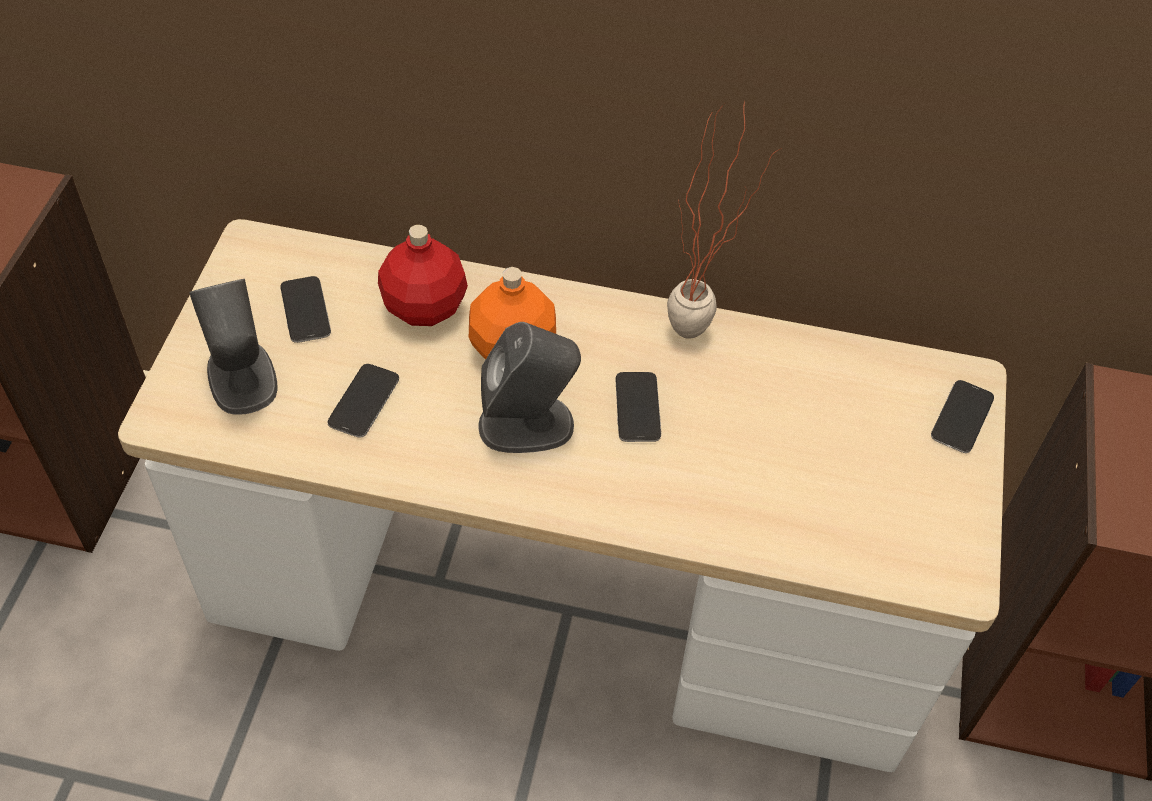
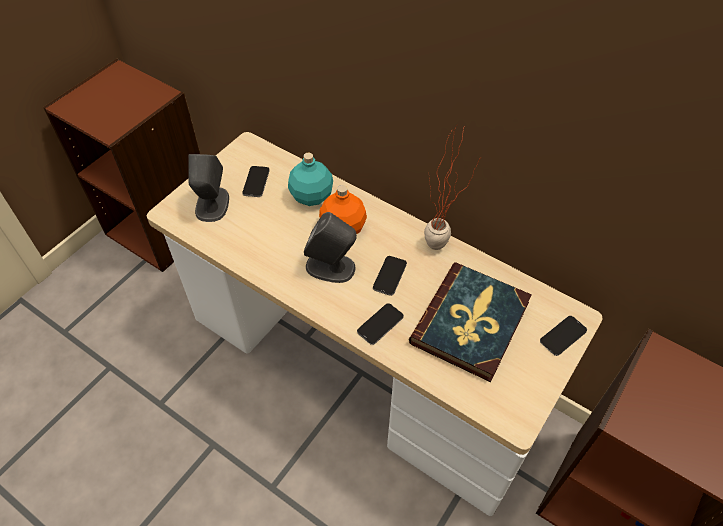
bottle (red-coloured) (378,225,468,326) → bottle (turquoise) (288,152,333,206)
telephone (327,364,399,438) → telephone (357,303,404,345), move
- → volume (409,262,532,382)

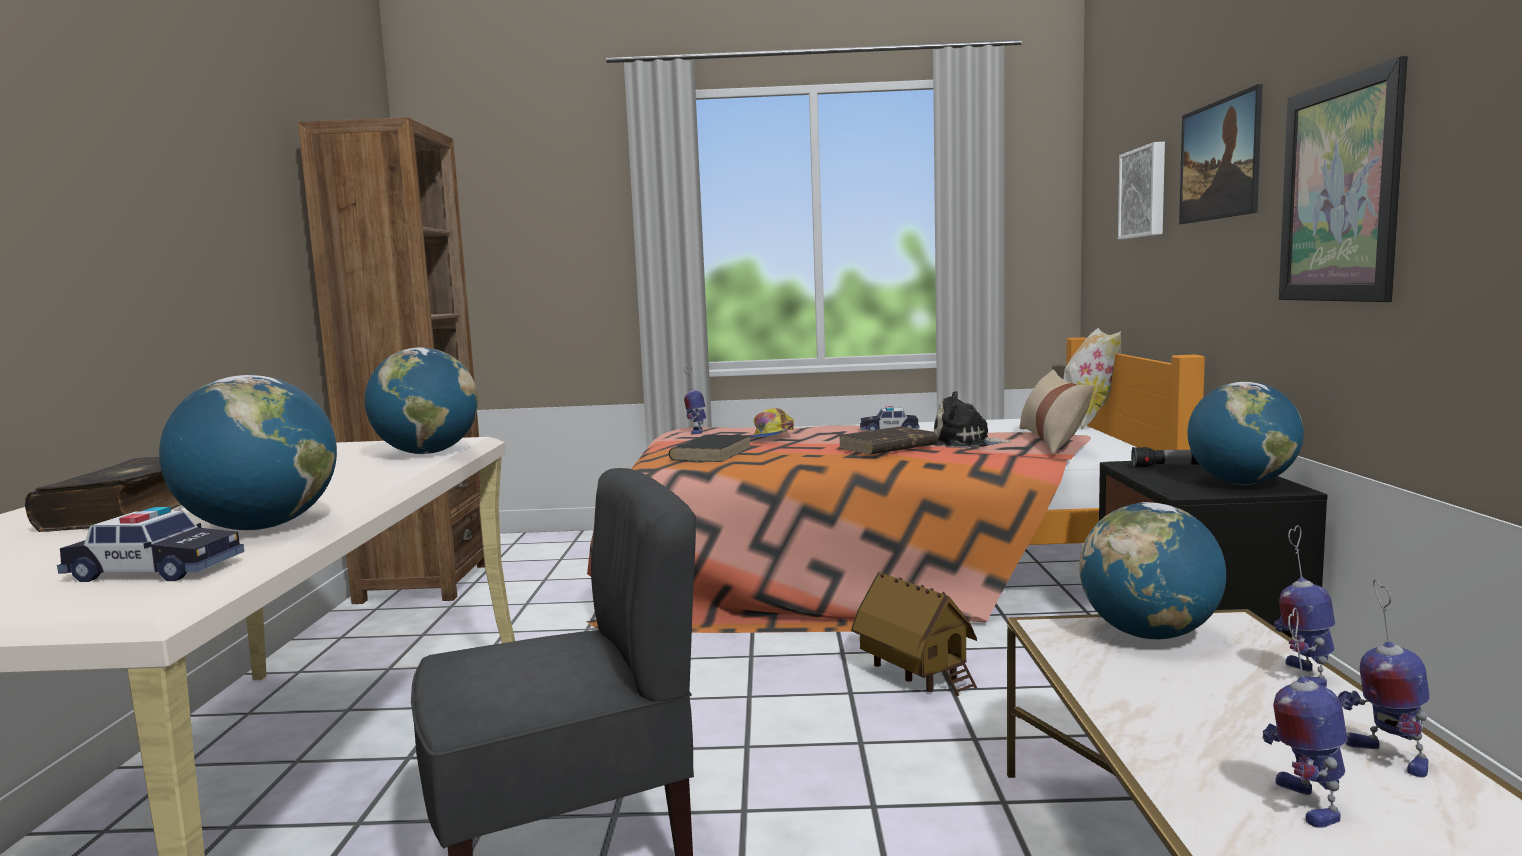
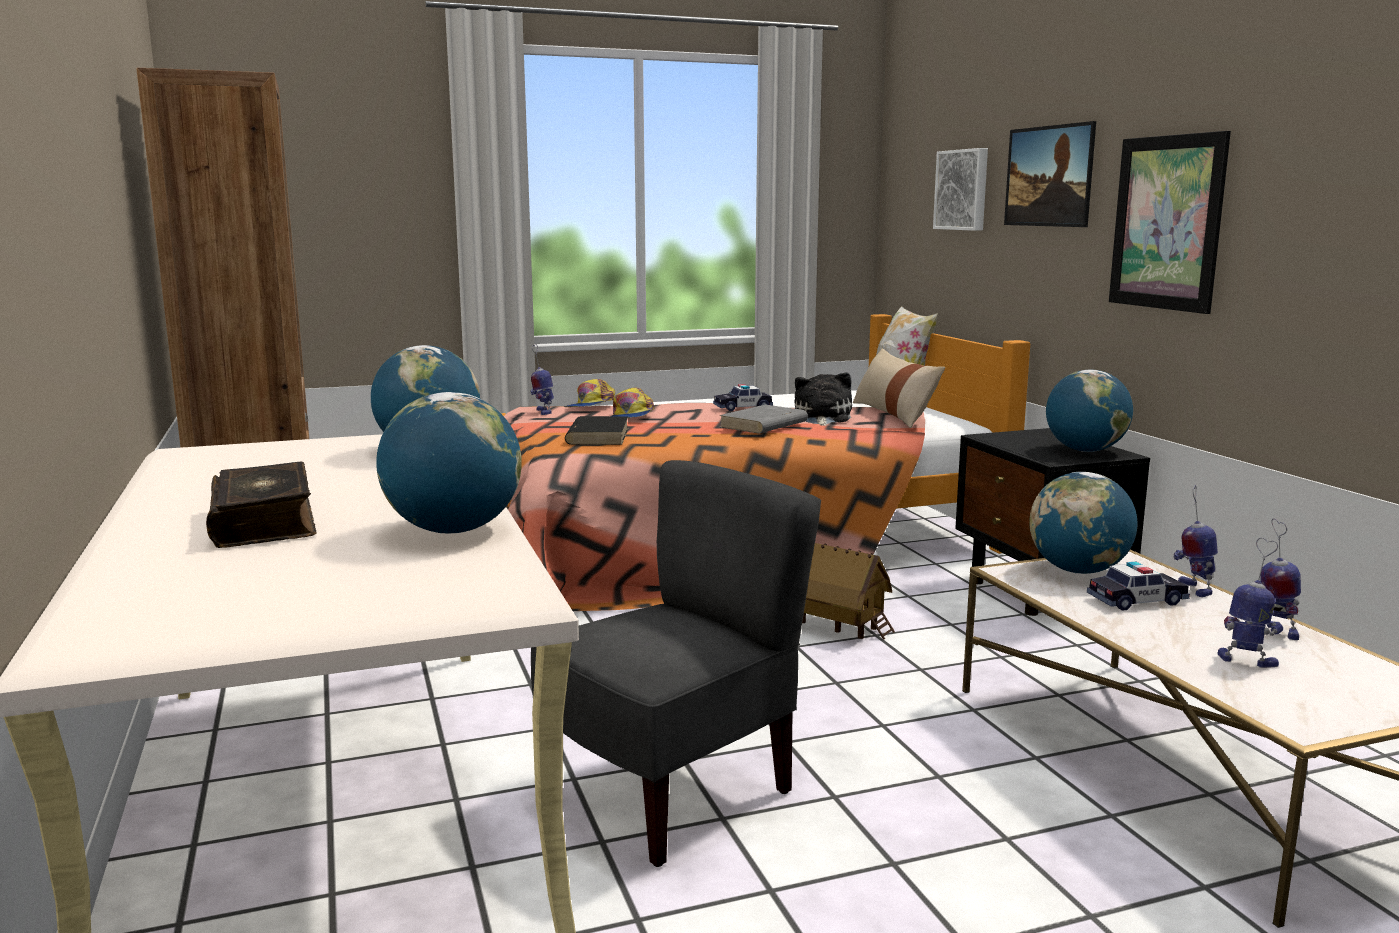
plush toy (934,391,1011,447) → plush toy (794,372,852,426), 105 degrees clockwise
volume (brown) (838,426,938,455) → volume (greyish) (720,405,808,433)
torch (1131,447,1200,468) → -
model car (57,507,244,582) → model car (1087,562,1190,611), move
model robot (1263,608,1347,828) → model robot (1218,537,1283,668), 135 degrees clockwise
- → peaked cap (564,379,615,407)

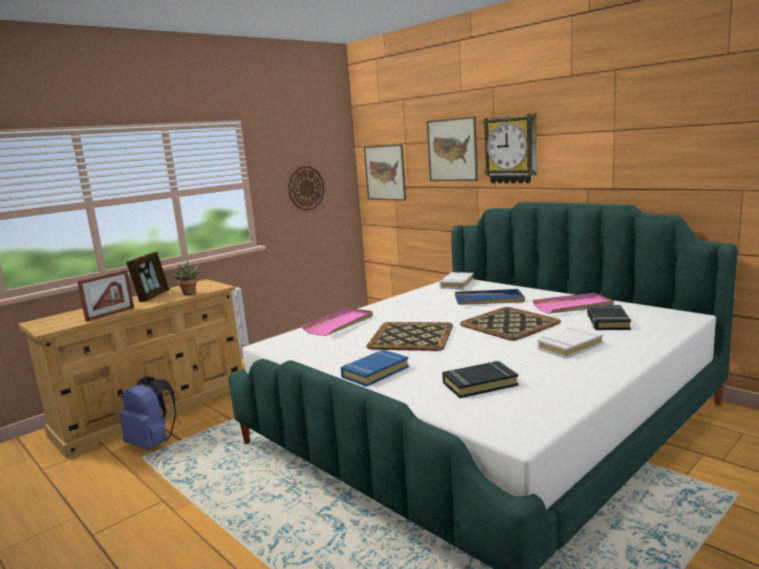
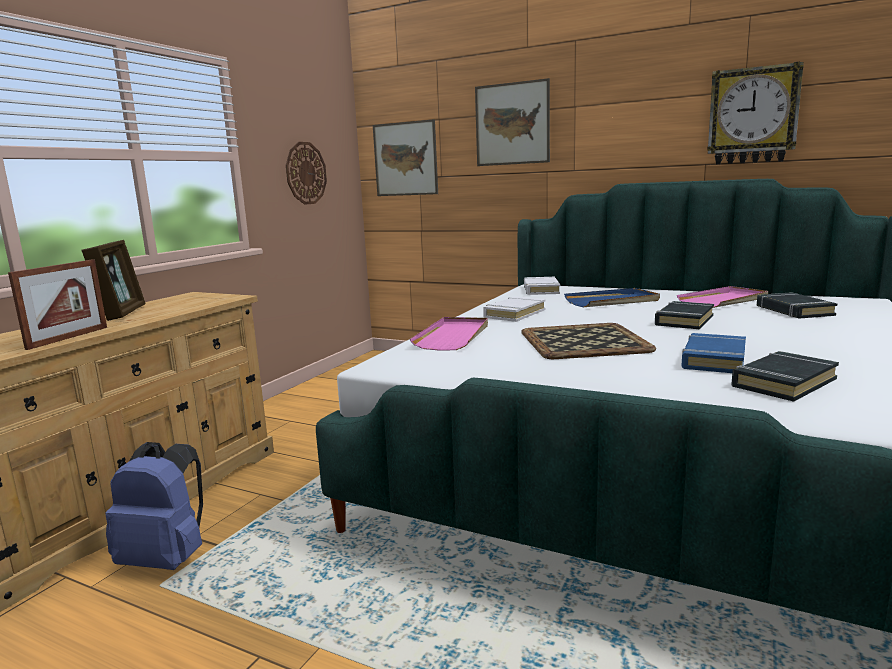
hanging clock (482,113,537,183) → hanging clock (707,62,804,164), move
plant in a pot (174,261,200,295) → -
carrying tray (460,307,561,341) → volume (black) (655,301,714,329)
volume (white-coloured) (538,326,604,359) → volume (white-coloured) (483,297,546,322), move
volume (bluish) (340,350,409,387) → volume (bluish) (682,333,746,373), move

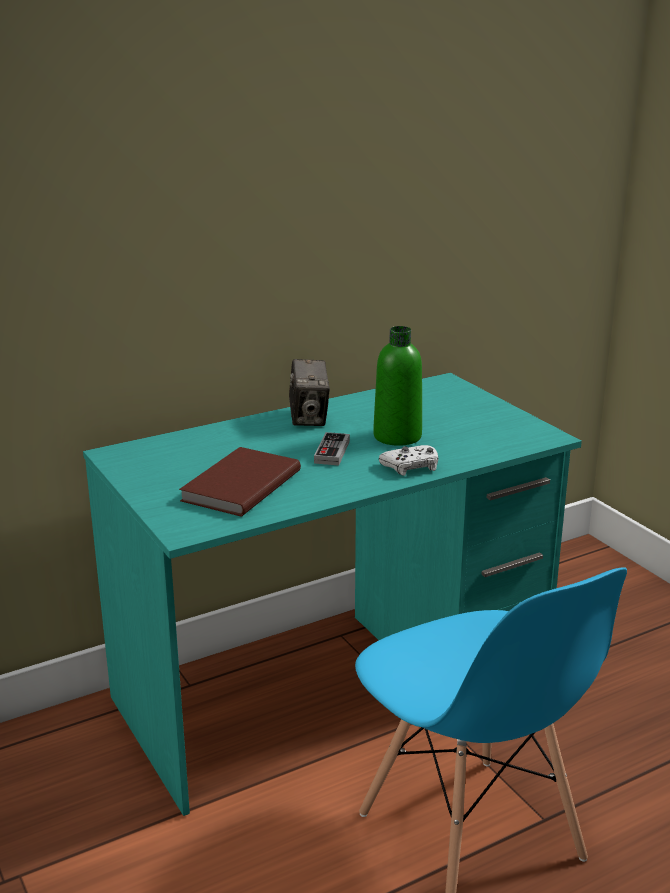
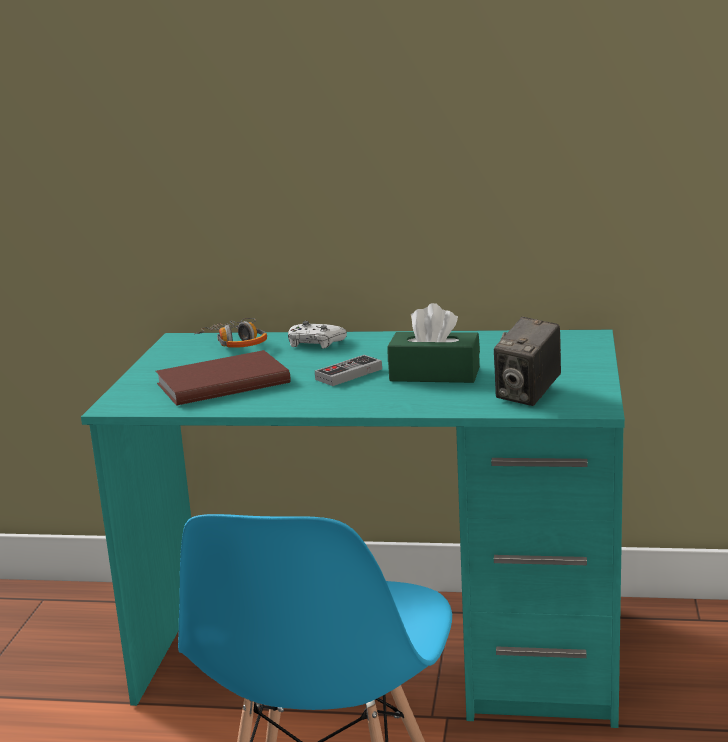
bottle (green-coloured) (373,326,422,446) → tissue holder (green-coloured) (387,303,480,383)
photo camera (289,359,330,426) → photo camera (494,317,561,406), move
joypad (white-coloured) (379,445,438,476) → joypad (white-coloured) (288,321,347,349), move
- → headphones (194,318,267,348)

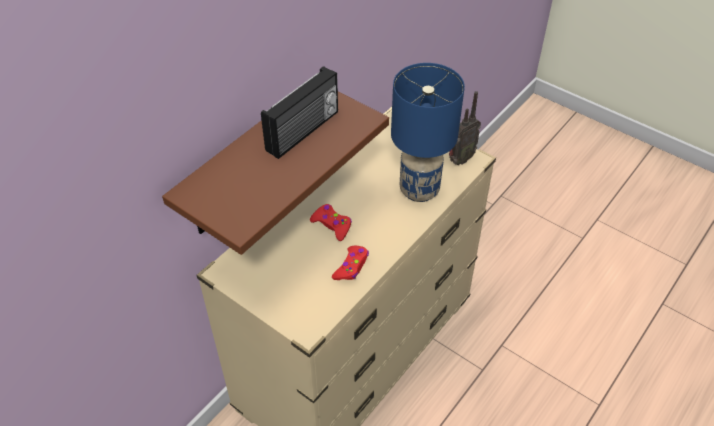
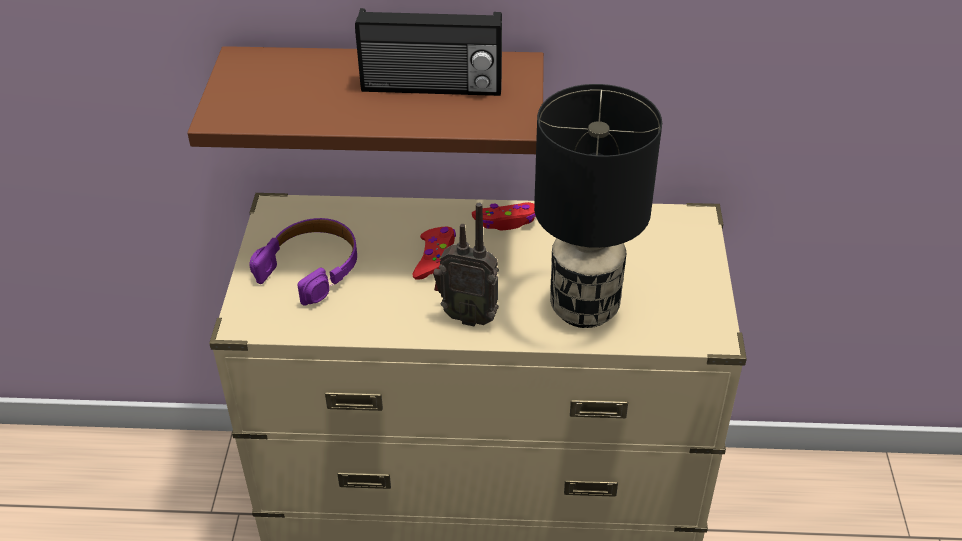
lamp for a table (bluish) (391,63,465,202) → lamp for a table (black) (534,84,662,328)
radio set (449,91,481,165) → radio set (433,203,499,327), move
joypad (red-coloured) (332,245,369,280) → joypad (red-coloured) (472,202,536,230), move
- → headphones (purplish) (250,218,357,306)

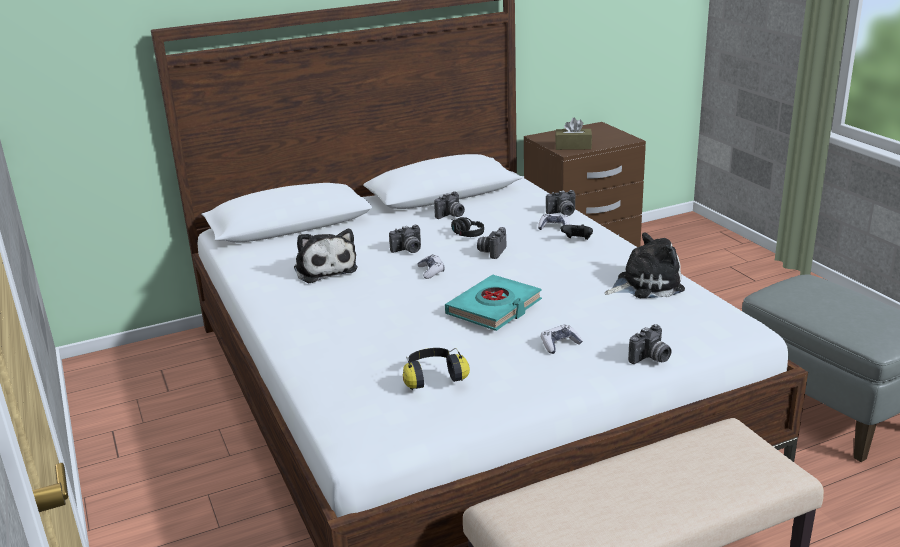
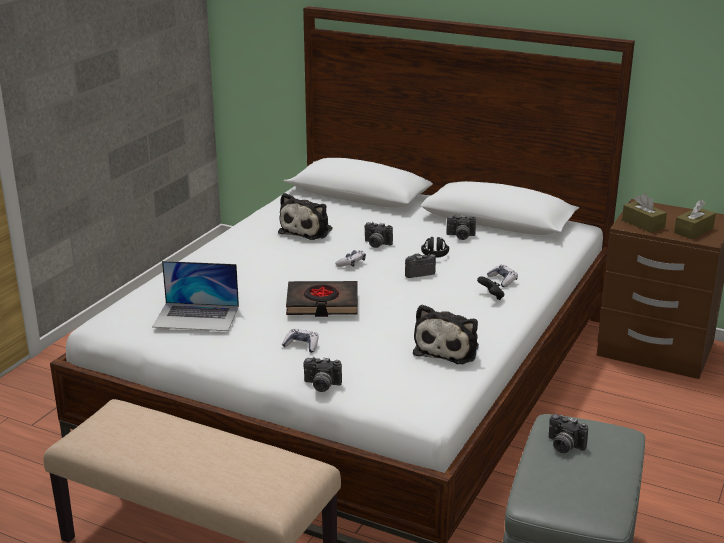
photo camera (546,190,576,216) → photo camera (548,414,588,453), move
plush toy (605,232,685,298) → plush toy (413,304,479,364), 75 degrees clockwise
volume (turquoise) (445,274,542,331) → volume (black) (286,281,358,317)
headphones (403,348,470,390) → laptop (152,261,239,331)
- → tissue holder (brown) (674,200,716,239)

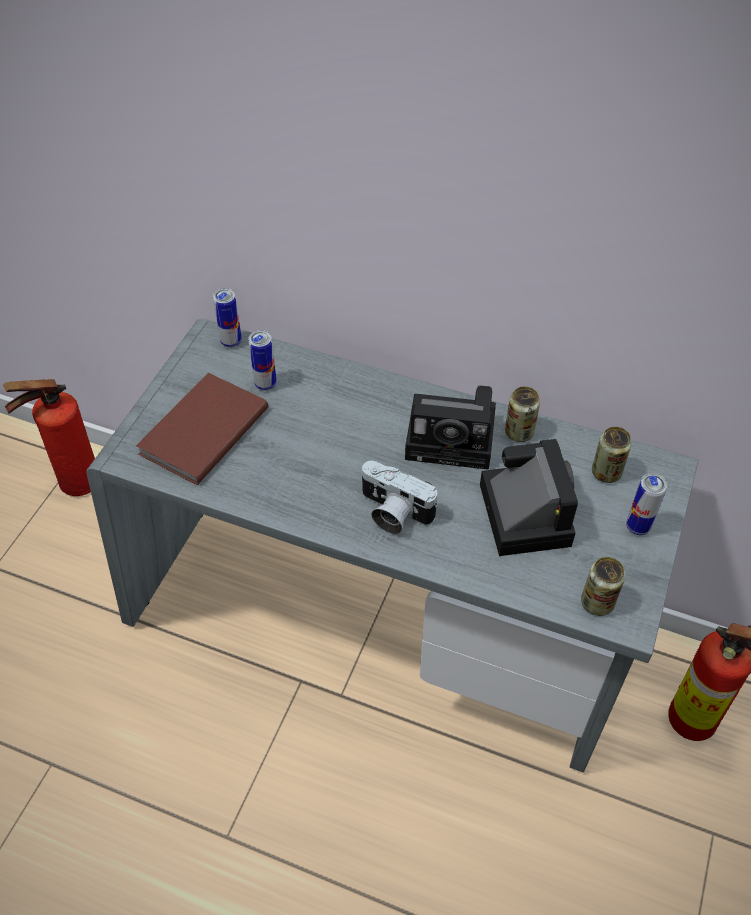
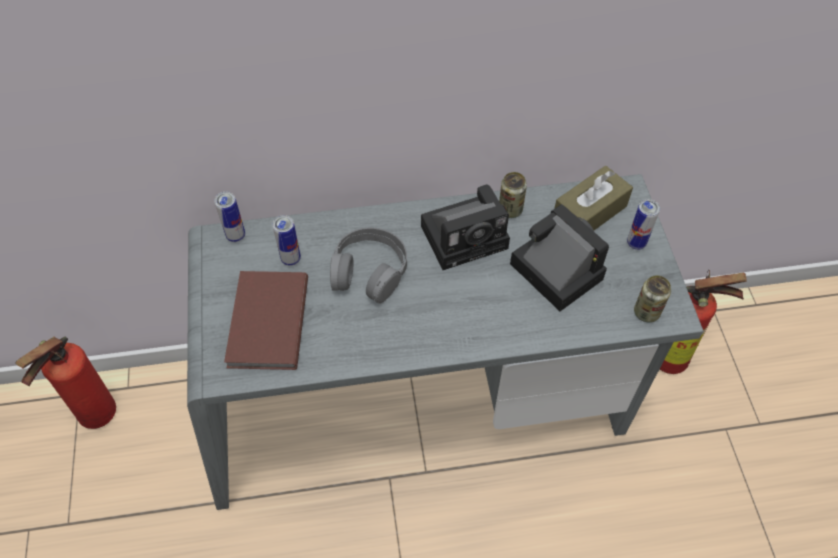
can (592,427,632,483) → tissue holder (brown) (554,166,633,230)
photo camera (361,461,438,534) → -
- → headphones (greyish) (330,227,407,304)

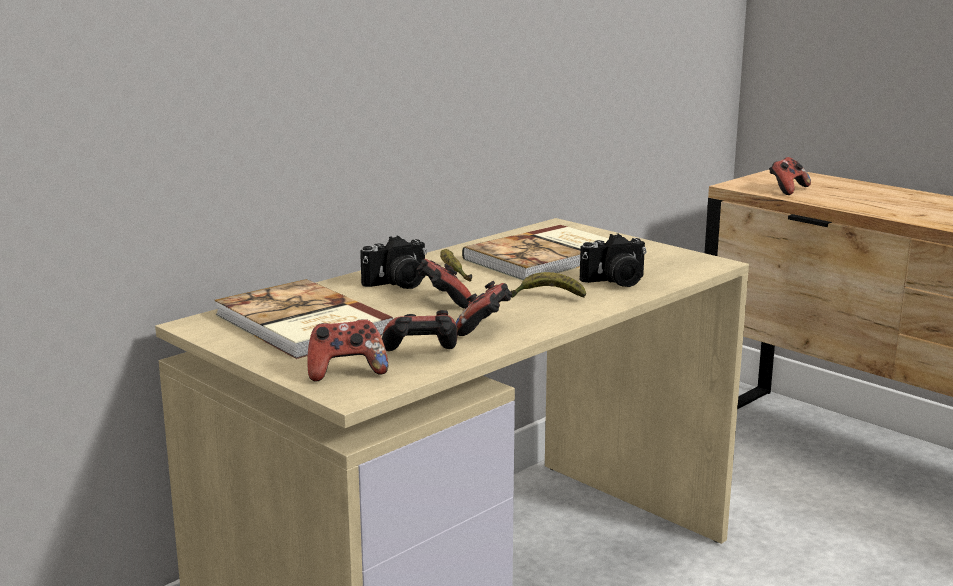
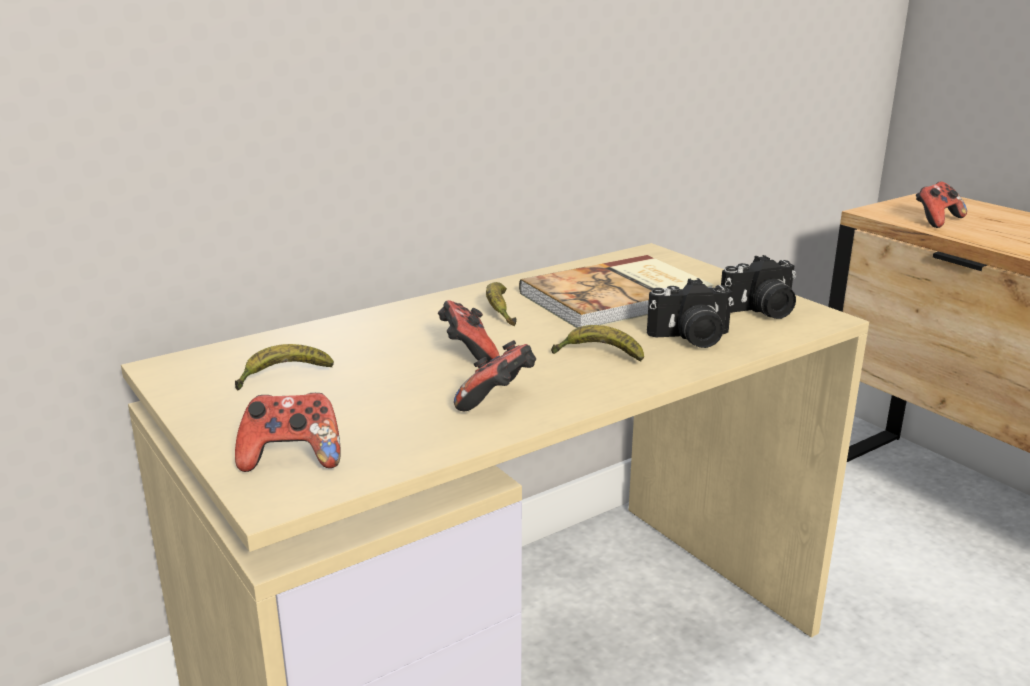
photo camera (360,236,427,289) → photo camera (721,255,796,319), move
volume (215,279,394,359) → banana fruit (235,344,334,390)
joypad (382,310,457,351) → -

